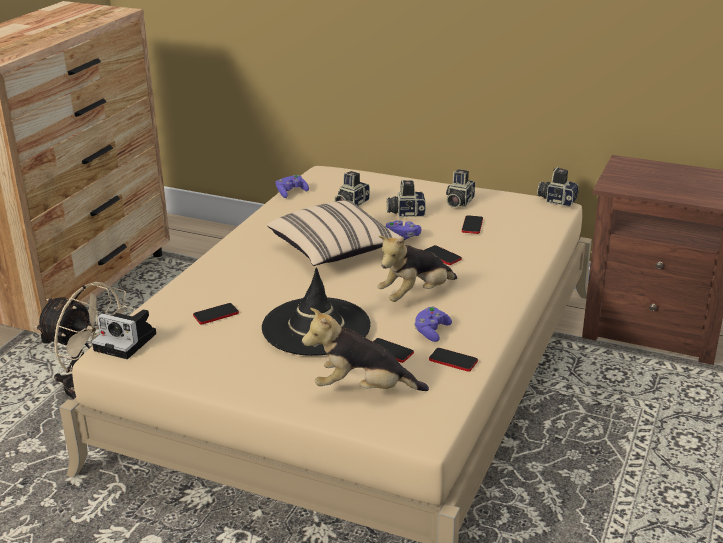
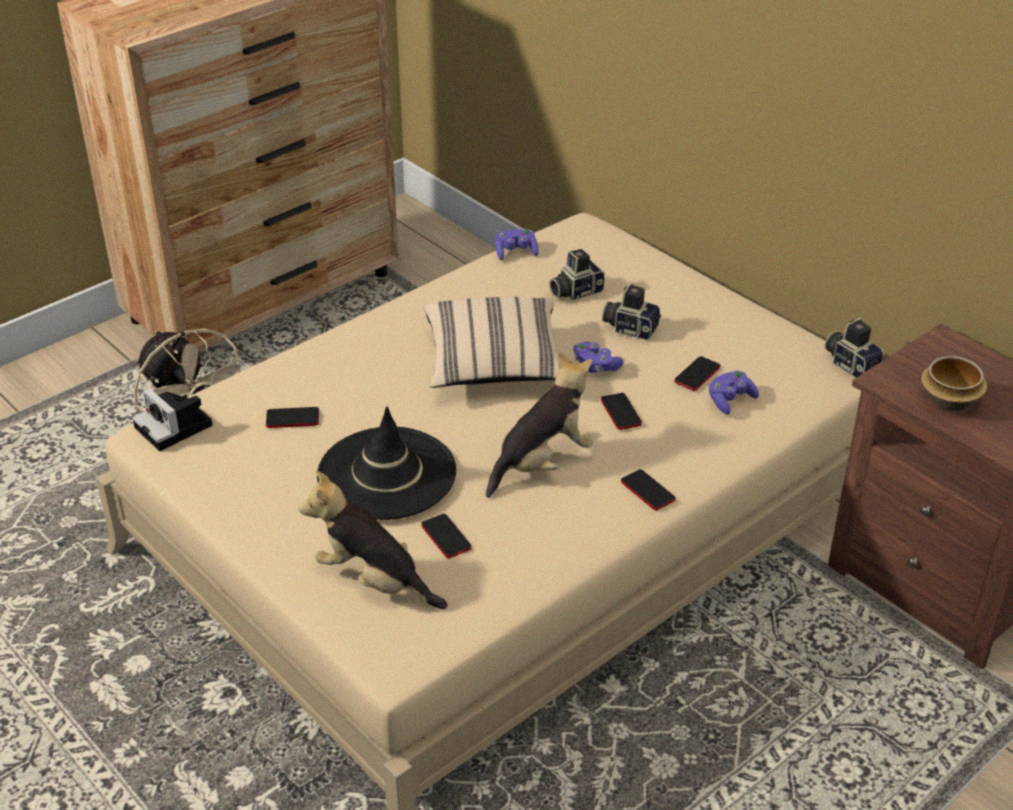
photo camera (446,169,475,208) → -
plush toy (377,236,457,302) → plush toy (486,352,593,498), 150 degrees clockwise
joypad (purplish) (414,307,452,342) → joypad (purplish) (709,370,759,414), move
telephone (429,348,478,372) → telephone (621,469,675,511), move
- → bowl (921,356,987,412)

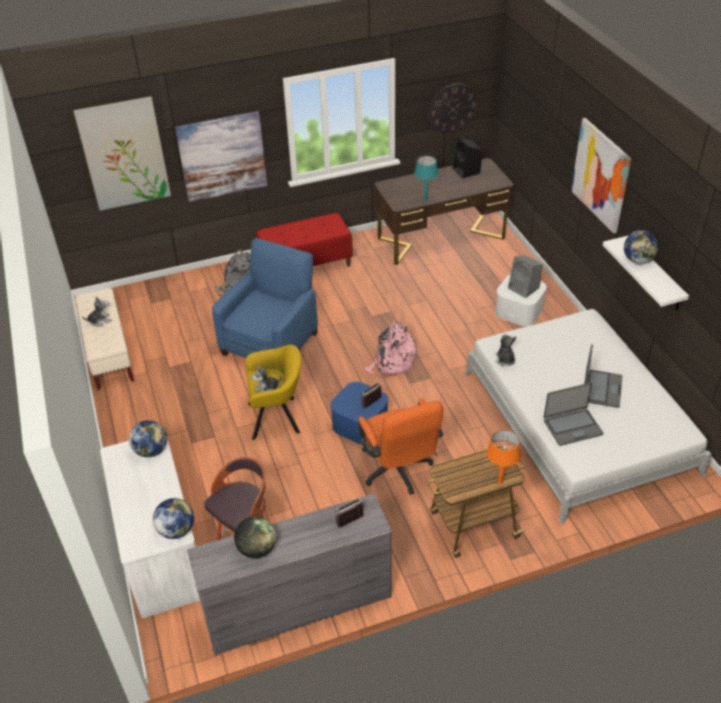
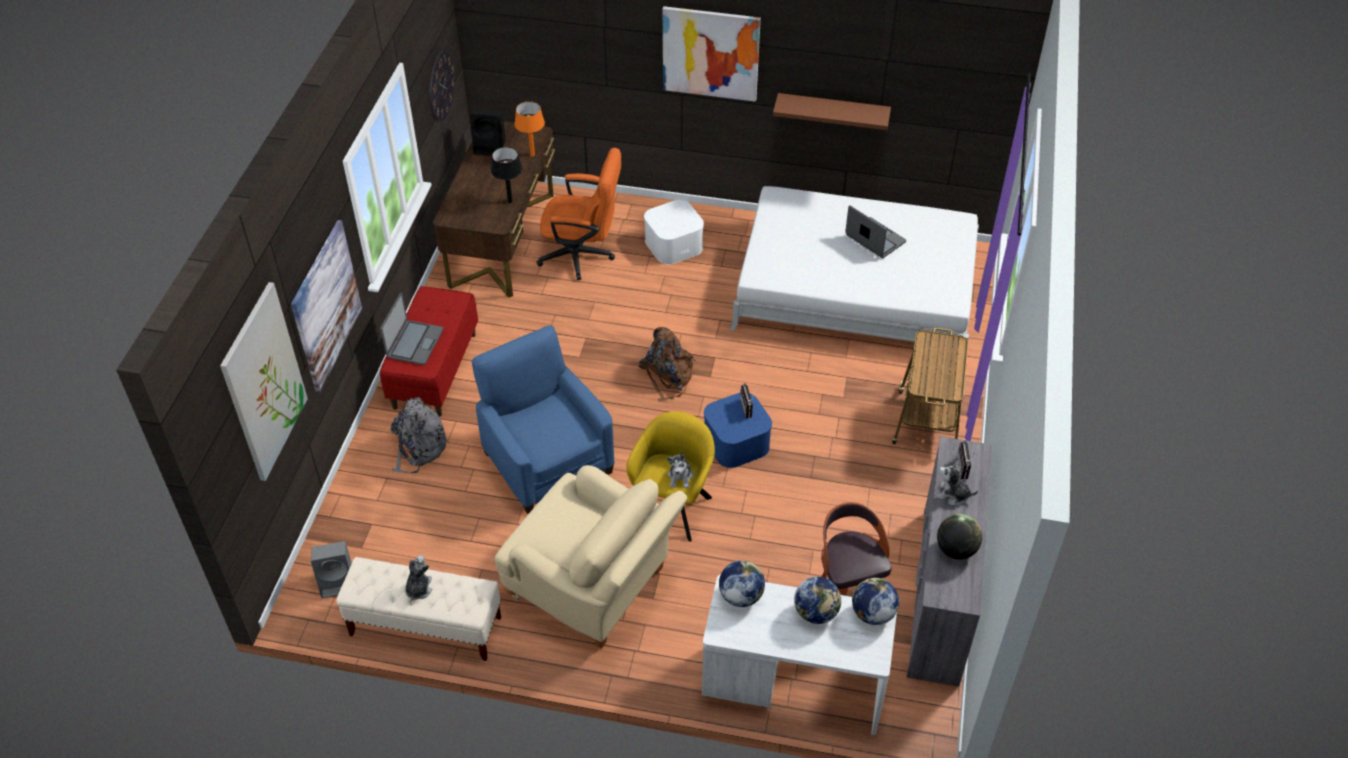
lamp for a table (turquoise) (414,156,438,201) → lamp for a table (black) (491,147,522,203)
world globe (624,230,659,264) → world globe (794,577,841,624), move
shelf (white-coloured) (603,235,689,311) → shelf (brown) (773,93,891,130)
audio speaker (greyish) (508,255,543,298) → audio speaker (greyish) (311,541,352,598), move
backpack (pink-coloured) (364,322,416,377) → backpack (brown) (638,327,696,401)
plush toy (495,334,517,366) → plush toy (936,460,978,505), move
laptop (544,383,603,446) → laptop (380,293,443,365), move
computer chair (orange) (358,398,443,495) → computer chair (orange) (536,148,621,280), move
lamp for a table (orange) (487,430,521,484) → lamp for a table (orange) (514,101,545,157), move
- → easy chair (beige-coloured) (495,465,687,649)

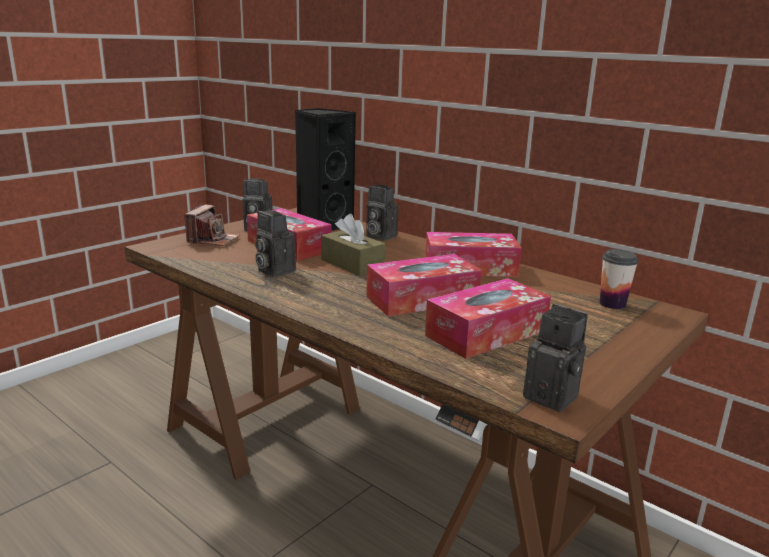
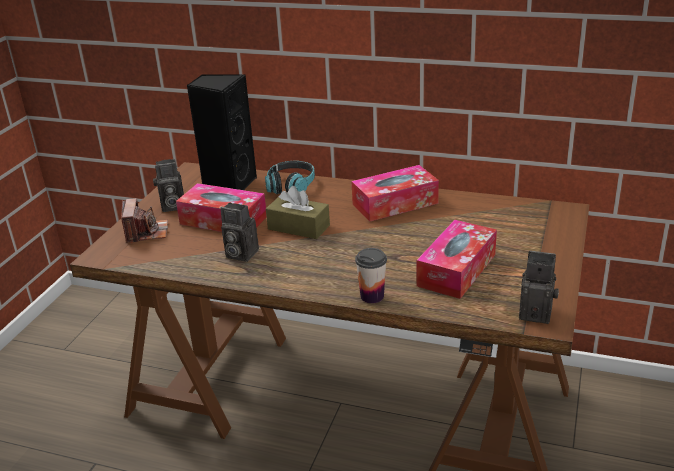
photo camera (366,185,398,241) → headphones (265,161,315,194)
cup (600,249,639,309) → cup (355,248,387,303), move
tissue holder (366,254,482,316) → -

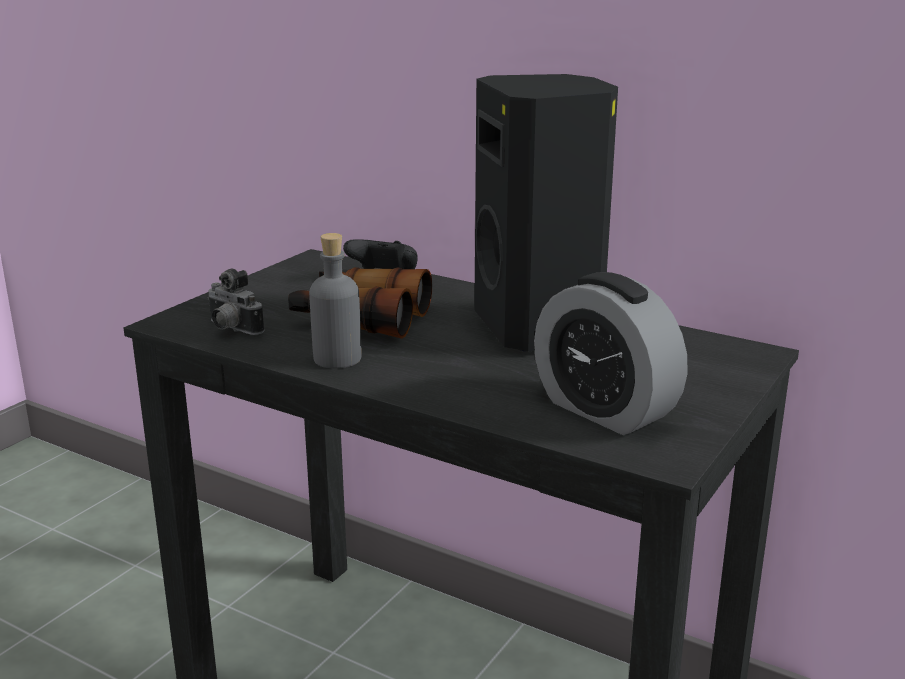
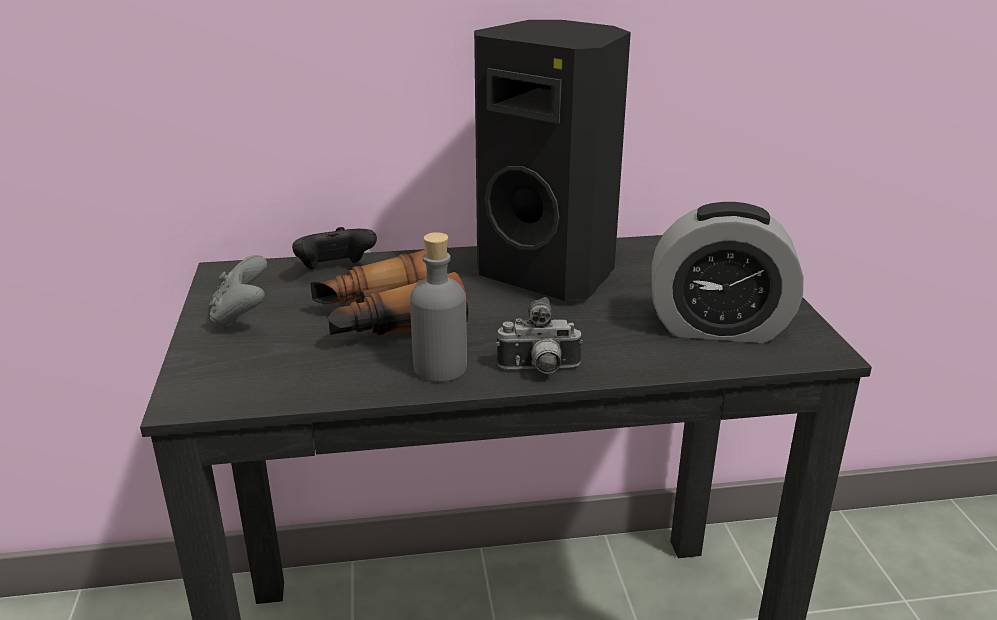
photo camera (208,268,264,335) → photo camera (496,297,583,373), move
- → joypad (greyish) (209,255,267,330)

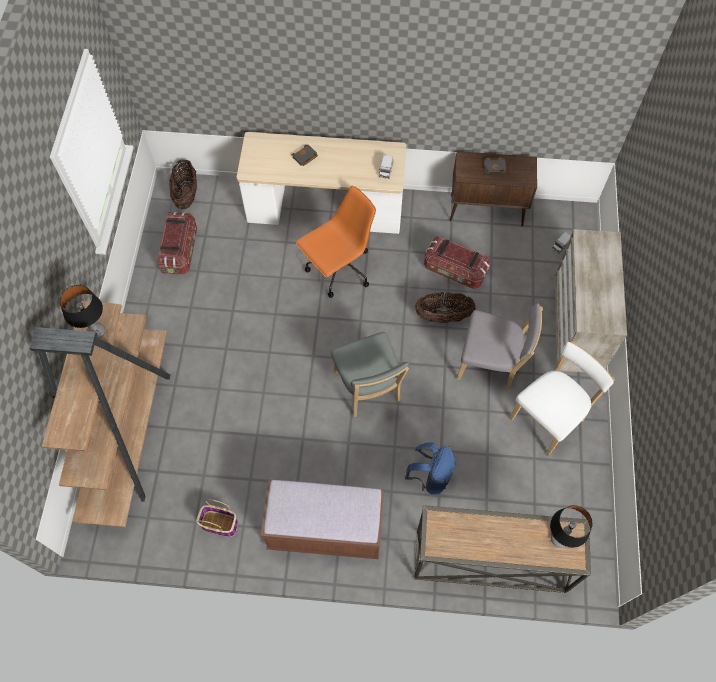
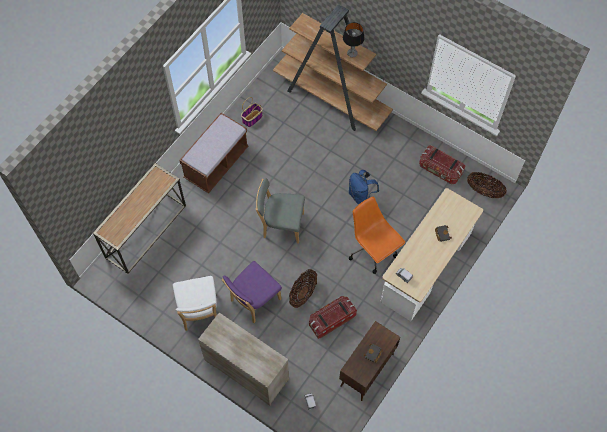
computer chair (orange) (296,186,376,298) → computer chair (orange) (349,197,405,274), 150 degrees clockwise
upright chair (greyish) (457,303,543,391) → upright chair (purplish) (221,261,282,323)
backpack (bluish) (405,442,456,495) → backpack (bluish) (349,170,379,205), move
lamp for a table (550,505,592,548) → -

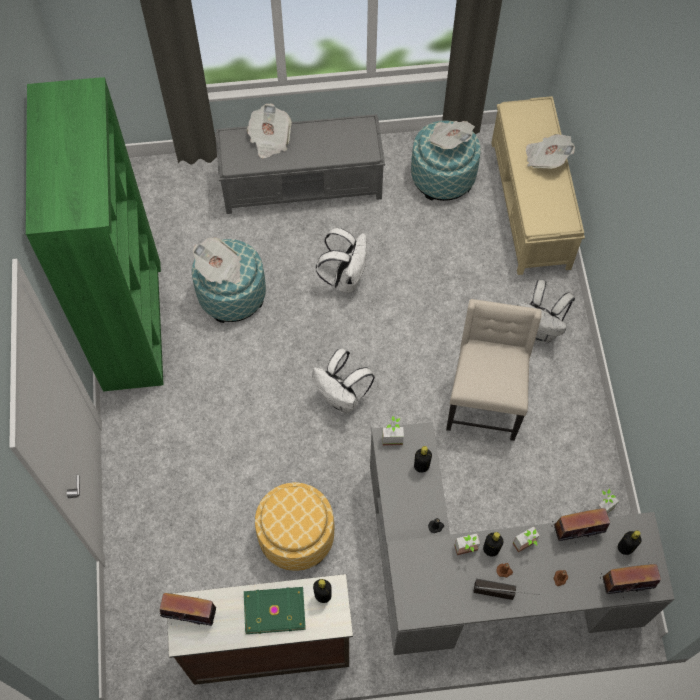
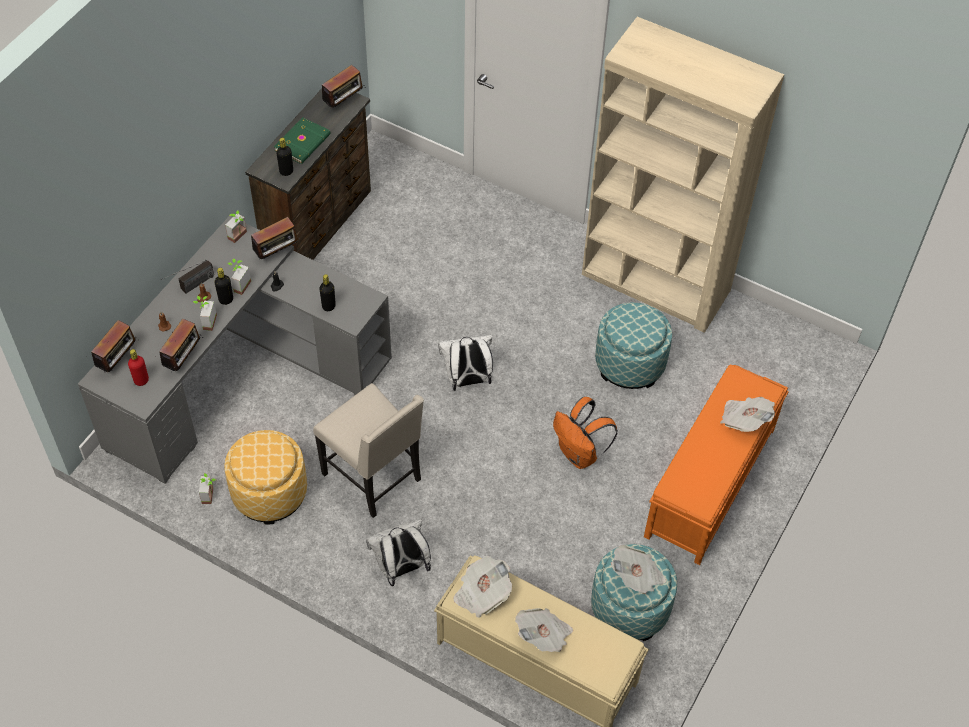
shelving unit (green-coloured) (26,77,164,392) → shelving unit (beige-coloured) (582,17,784,333)
indoor bench (greyish) (215,114,385,214) → indoor bench (orange) (644,365,789,565)
backpack (white-coloured) (316,228,367,293) → backpack (orange) (553,397,618,469)
newspaper (193,238,241,284) → newspaper (453,556,512,618), move
plant in a pot (382,416,404,446) → plant in a pot (225,211,247,243), move
ottoman (255,483,334,571) → ottoman (224,430,307,525), move
bottle (black) (618,530,641,555) → bottle (red-coloured) (128,349,149,386)
- → radio set (251,217,301,259)

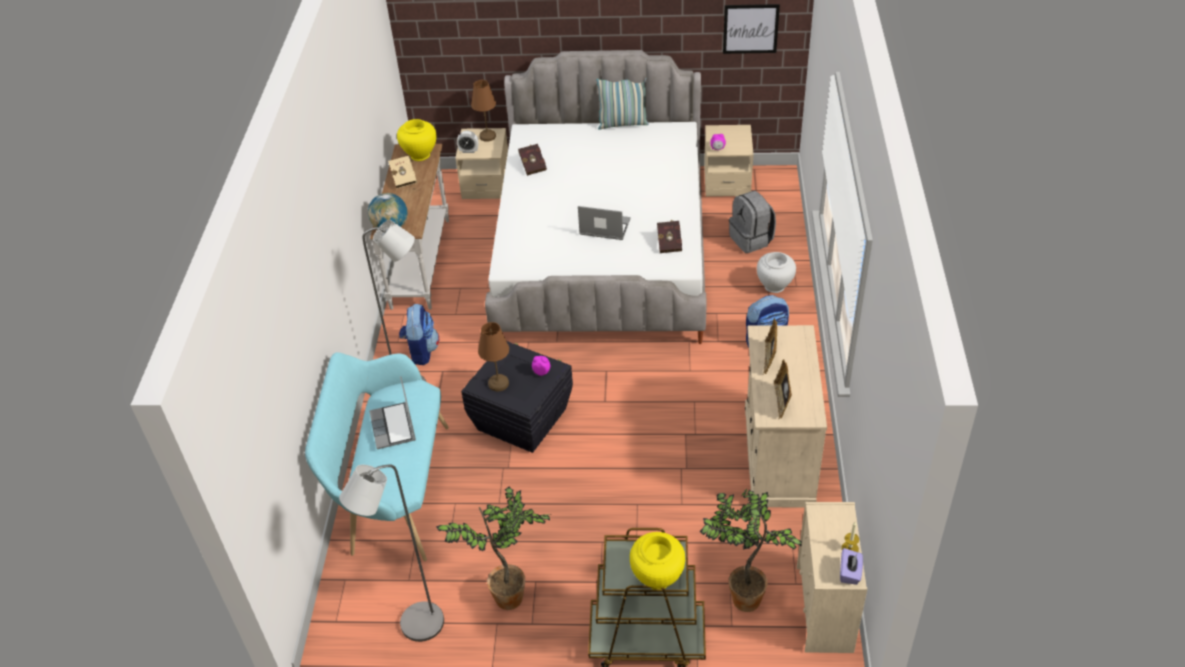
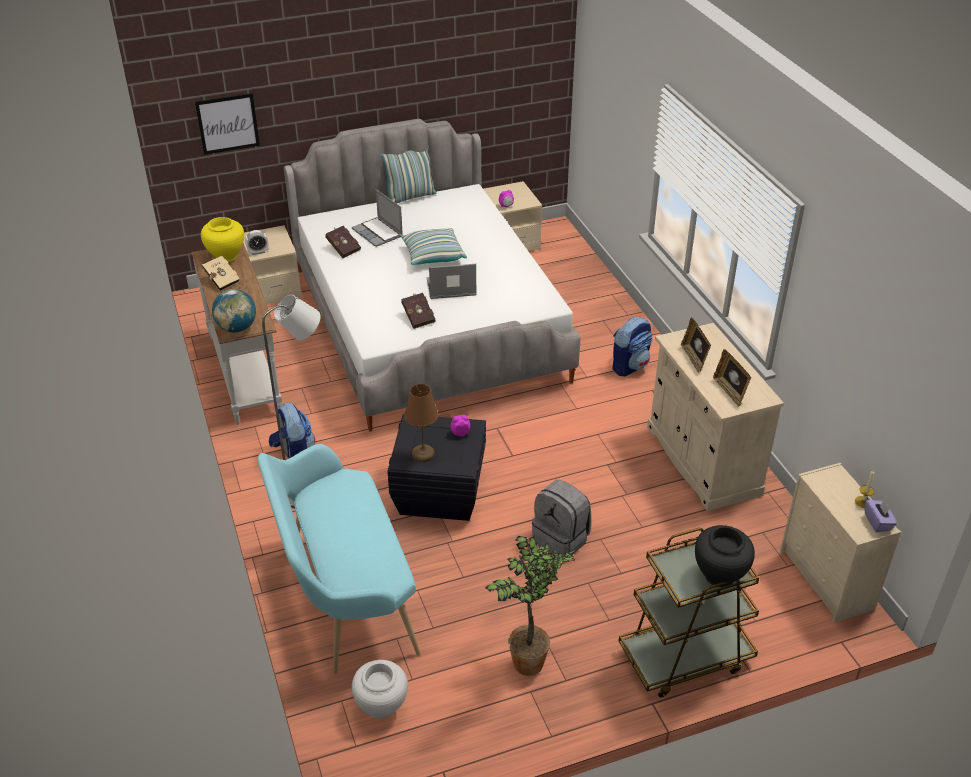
wall art (723,4,780,54) → wall art (195,93,260,155), move
lamp for a table (brown) (471,80,496,142) → -
backpack (greyish) (729,191,776,253) → backpack (greyish) (532,480,591,556), move
volume (red-coloured) (657,219,682,253) → volume (red-coloured) (401,293,436,329), move
vase (white-coloured) (757,252,796,293) → vase (white-coloured) (352,660,408,719), move
laptop (369,376,416,449) → laptop (352,189,403,247), move
standing lamp (greyish) (339,464,444,642) → -
plant in a pot (700,489,802,612) → -
vase (yellowish) (630,532,685,590) → vase (black) (695,525,755,587)
- → cushion (401,228,467,265)

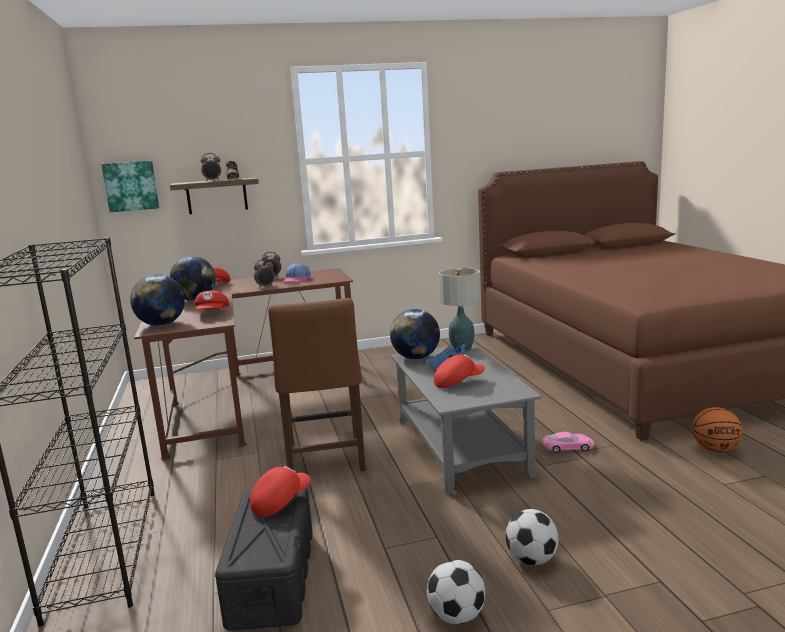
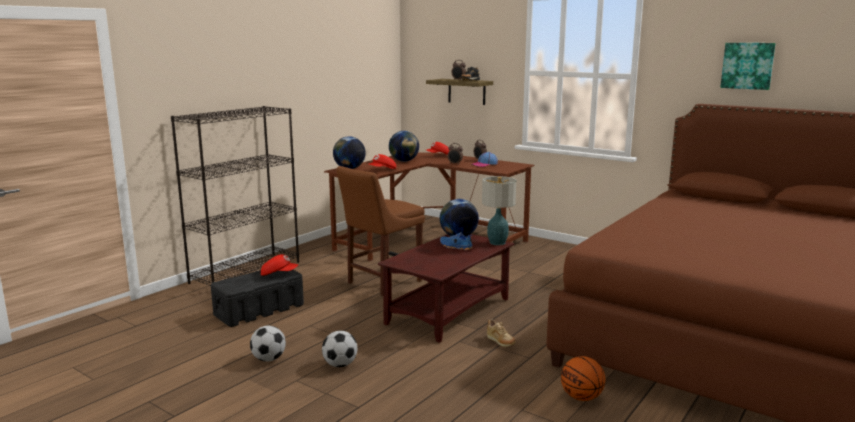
wall art (101,161,159,212) → wall art (720,43,776,90), move
lounge table (greyish) (391,345,541,495) → lounge table (brown) (378,234,514,343)
peaked cap (red-coloured) (434,354,485,388) → -
model car (pink-coloured) (542,432,594,453) → low shoe (beige-coloured) (487,319,516,347)

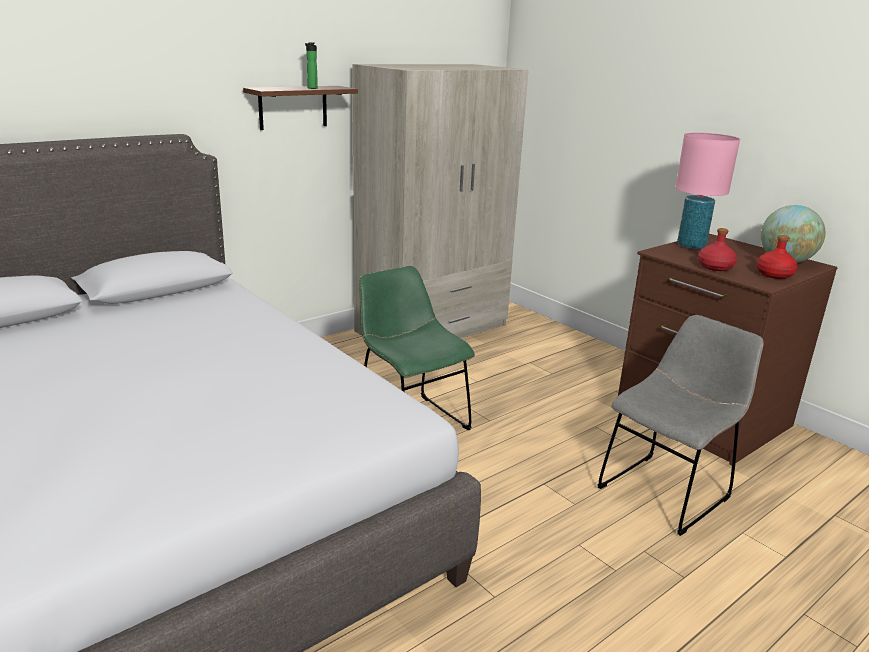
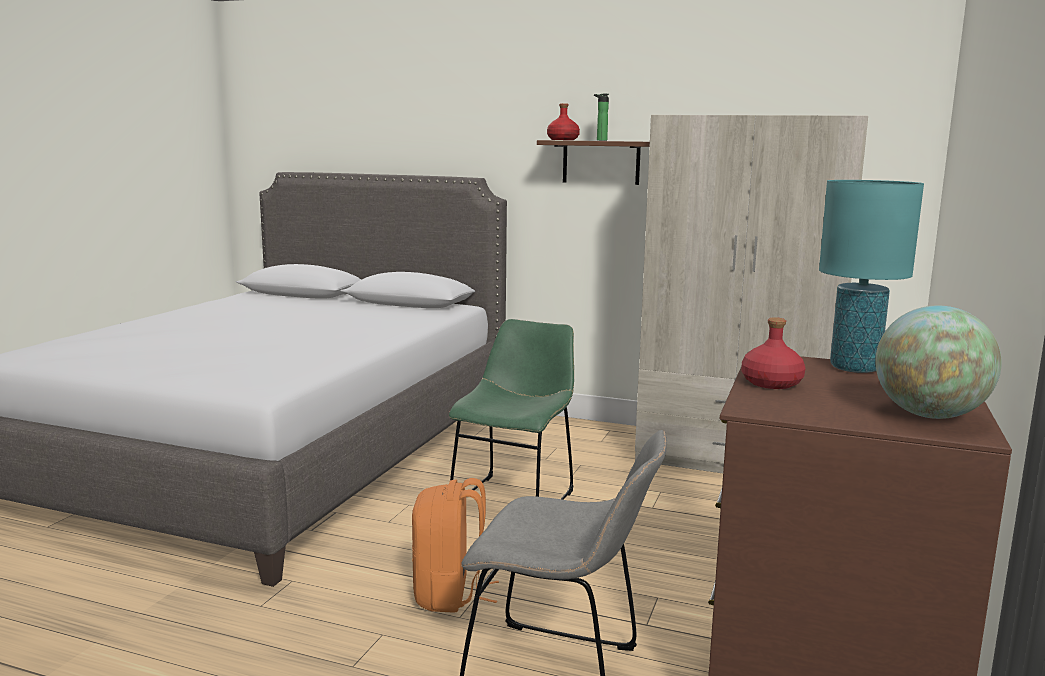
lamp for a table (pink-coloured) (675,133,740,249) → lamp for a table (turquoise) (819,180,924,373)
bottle (red-coloured) (756,235,798,279) → bottle (red-coloured) (547,103,580,140), move
- → backpack (orange) (412,478,499,613)

